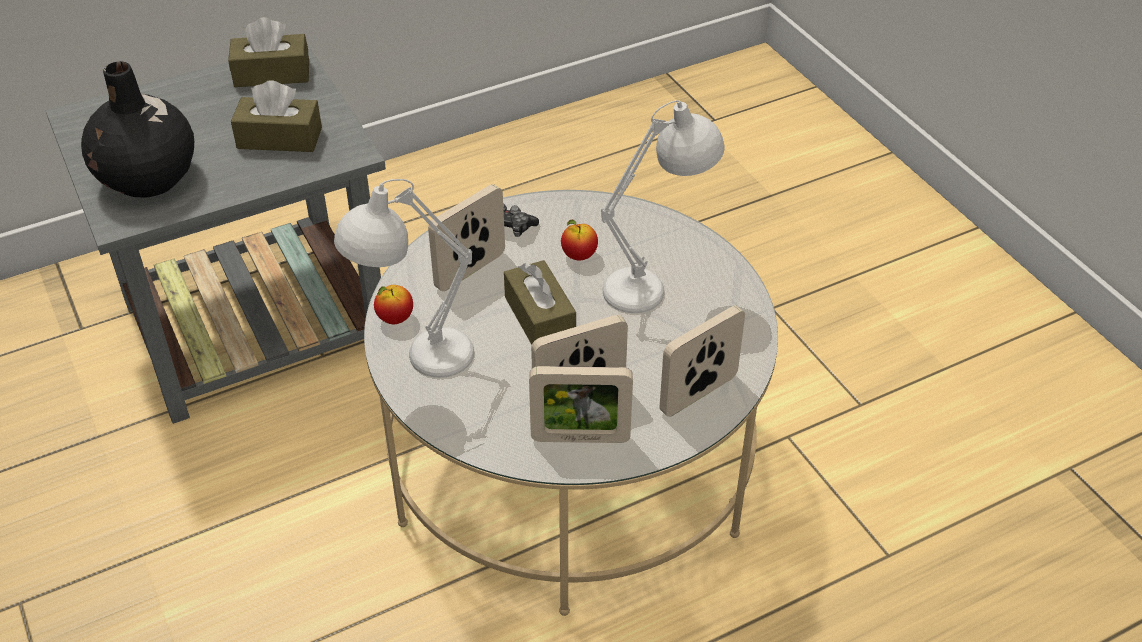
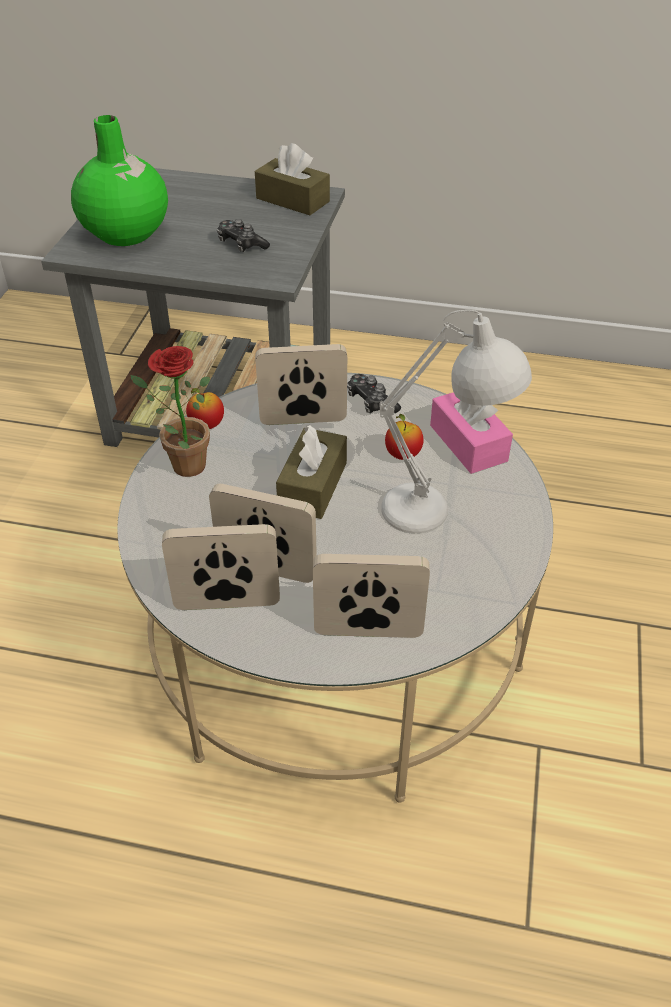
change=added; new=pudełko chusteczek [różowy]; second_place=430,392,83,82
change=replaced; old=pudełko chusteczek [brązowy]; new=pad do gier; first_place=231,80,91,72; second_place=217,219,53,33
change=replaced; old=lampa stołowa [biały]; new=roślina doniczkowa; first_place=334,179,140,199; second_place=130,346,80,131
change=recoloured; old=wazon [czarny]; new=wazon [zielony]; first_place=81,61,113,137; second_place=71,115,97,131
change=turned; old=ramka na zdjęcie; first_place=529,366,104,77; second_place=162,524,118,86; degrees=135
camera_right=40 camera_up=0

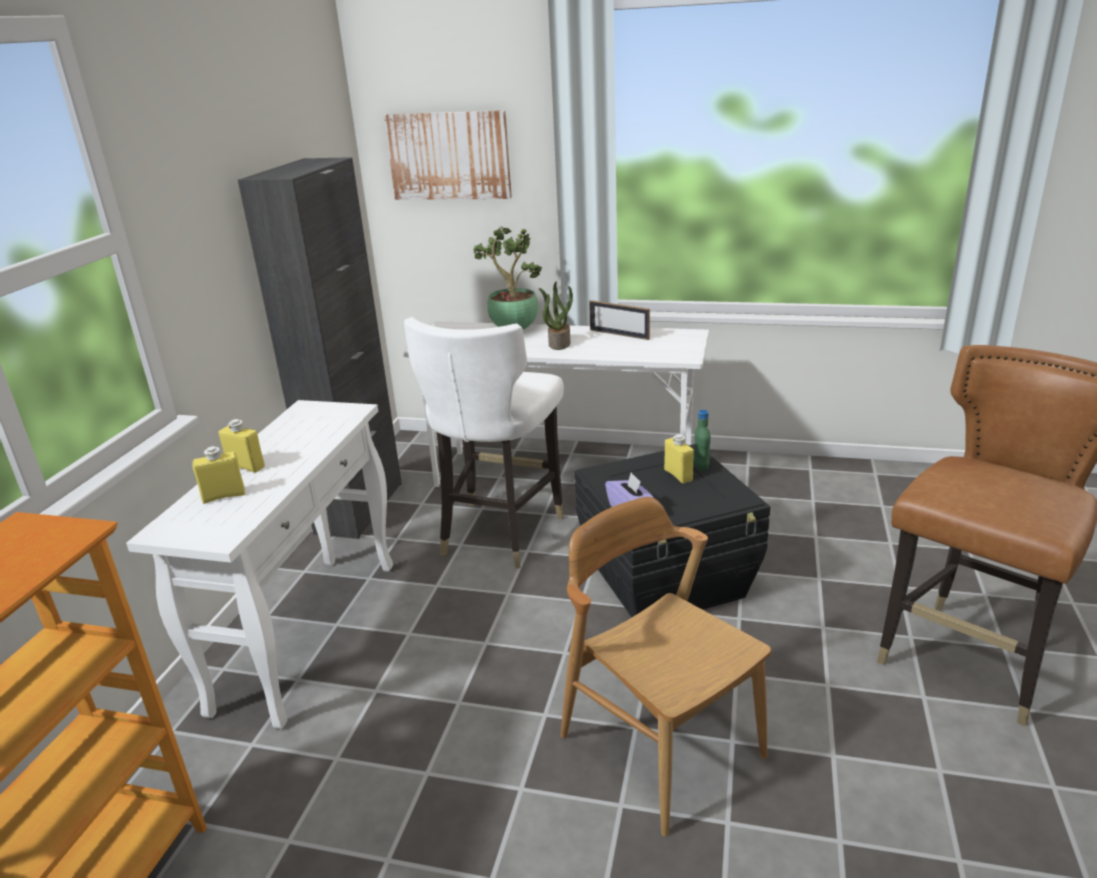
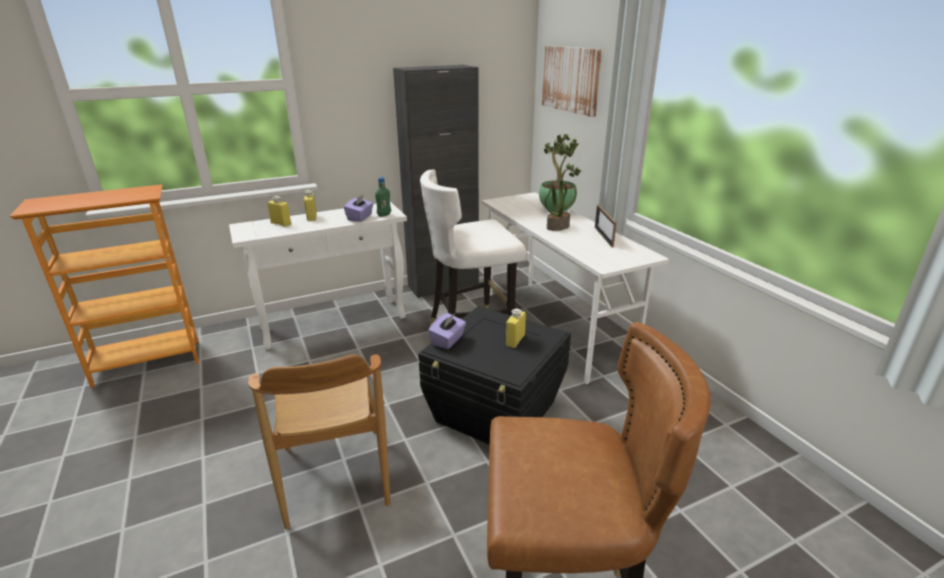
change=added; new=pudełko chusteczek [fioletowy]; second_place=344,194,29,28
change=moved; old=butelka [zielony]; first_place=694,410,17,61; second_place=375,177,16,40
change=turned; old=krzesło [brązowy]; first_place=560,497,211,339; second_place=248,354,143,176; degrees=150
camera_right=50 camera_up=0

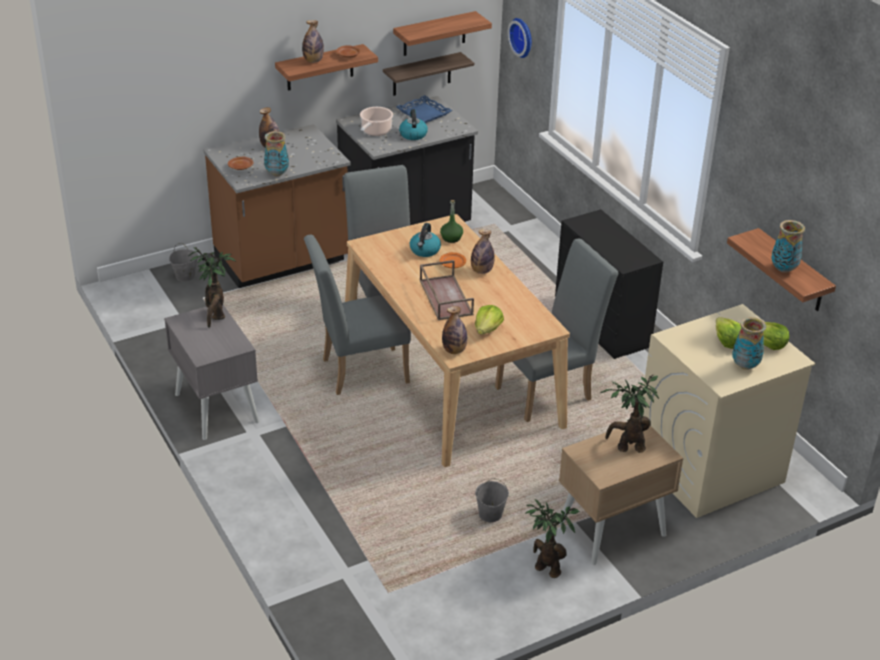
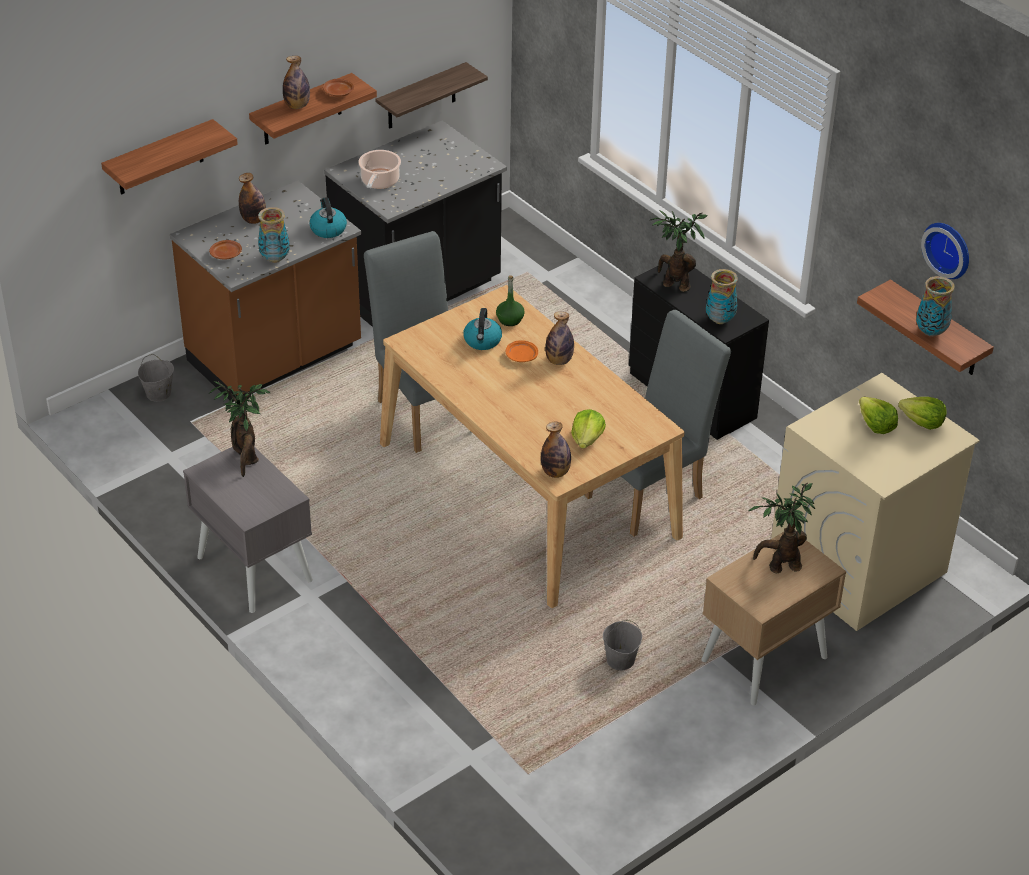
change=removed; old=krzesło [szary]; first_place=304,235,107,160
change=removed; old=taca [niebieski]; first_place=396,95,56,28
change=removed; old=taca [brązowy]; first_place=420,260,54,60
change=moved; old=półka; first_place=393,11,99,45; second_place=101,119,137,76
change=moved; old=czajnik; first_place=399,109,29,31; second_place=309,197,38,41
change=moved; old=zegar ścienny; first_place=508,18,24,40; second_place=921,223,48,56
change=moved; old=roślina doniczkowa; first_place=525,499,55,79; second_place=650,210,58,82
change=moved; old=wazon; first_place=732,317,34,53; second_place=706,269,32,55
camera_right=-10 camera_up=5

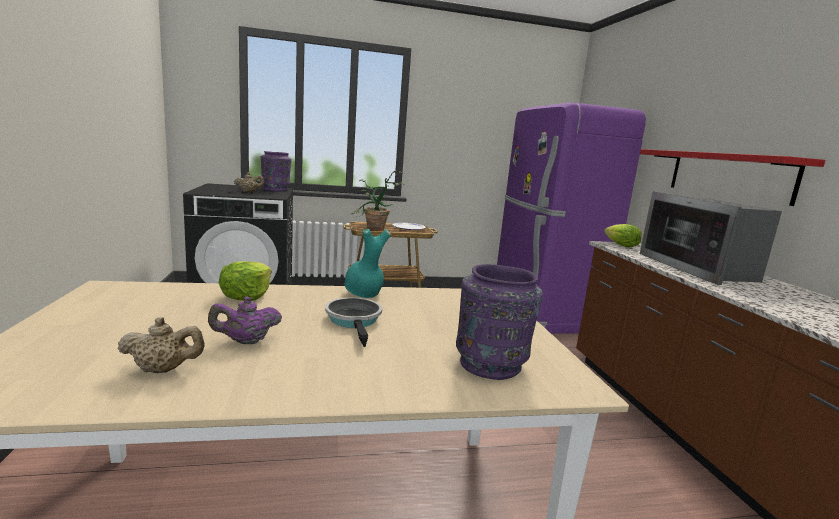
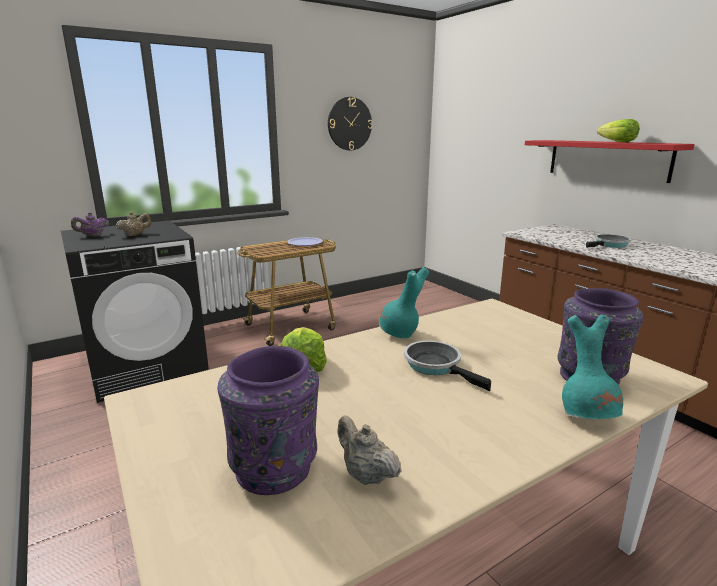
change=removed; old=roślina doniczkowa; first_place=351,171,53,60
change=removed; old=lodówka [fioletowy]; first_place=497,103,149,231
change=added; new=zegar ścienny; second_place=328,97,44,53
change=added; new=wazon [turkusowy]; second_place=562,314,61,105
change=moved; old=imbryk [fioletowy]; first_place=208,297,74,47; second_place=71,212,38,24
change=moved; old=wazon [fioletowy]; first_place=261,151,31,40; second_place=217,346,102,149
change=moved; old=sałata; first_place=604,224,38,23; second_place=597,119,43,23
change=replaced; old=mikrofalówka; new=patelnia; first_place=640,191,142,94; second_place=586,234,45,14
change=turned; old=imbryk [beżowy]; first_place=118,317,87,56; second_place=337,415,65,70; degrees=-105
camera_right=-20 camera_up=5

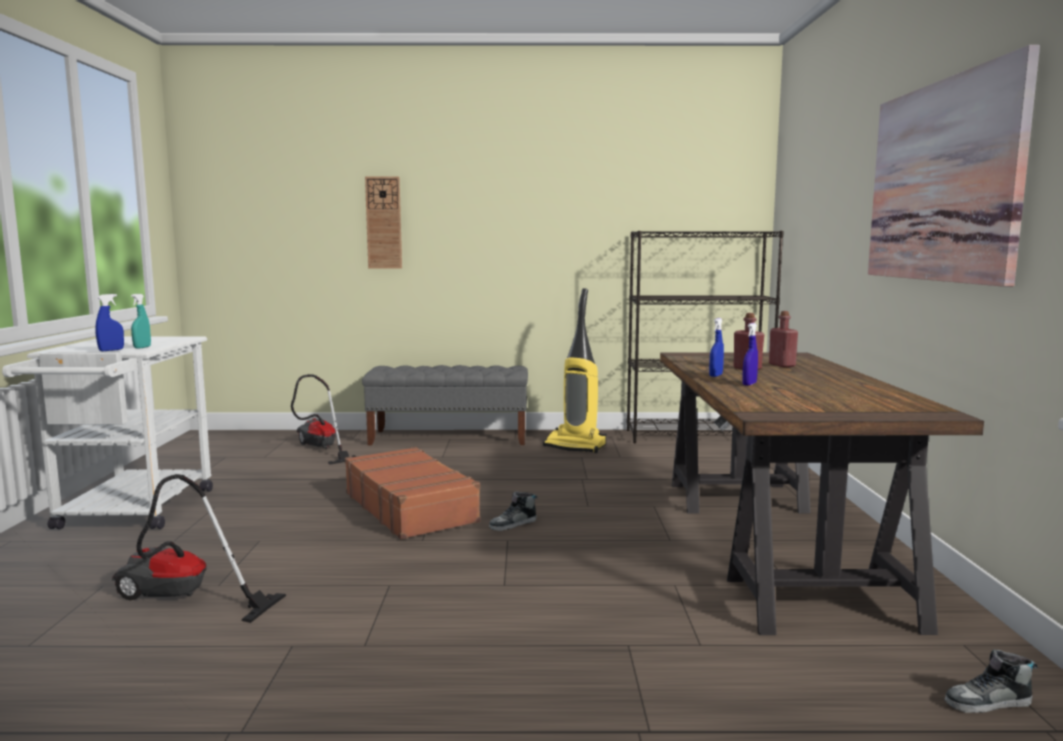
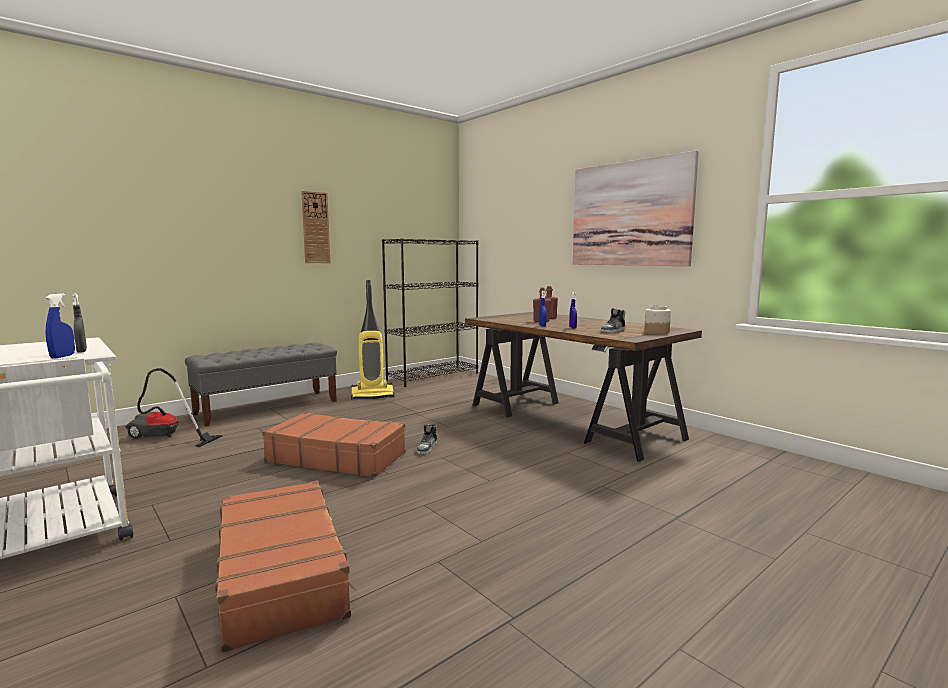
change=added; new=słoik; second_place=644,305,27,29
change=moved; old=zegar ścienny; first_place=365,177,37,92; second_place=301,191,30,72
change=moved; old=but; first_place=944,650,94,63; second_place=601,308,24,25
change=replaced; old=odkurzacz; new=walizka [brązowy]; first_place=112,474,174,149; second_place=215,481,142,172
change=recoloured; old=spryskiwacz [turkusowy]; new=spryskiwacz [szary]; first_place=131,294,20,54; second_place=72,293,15,60
camera_right=-40 camera_up=0

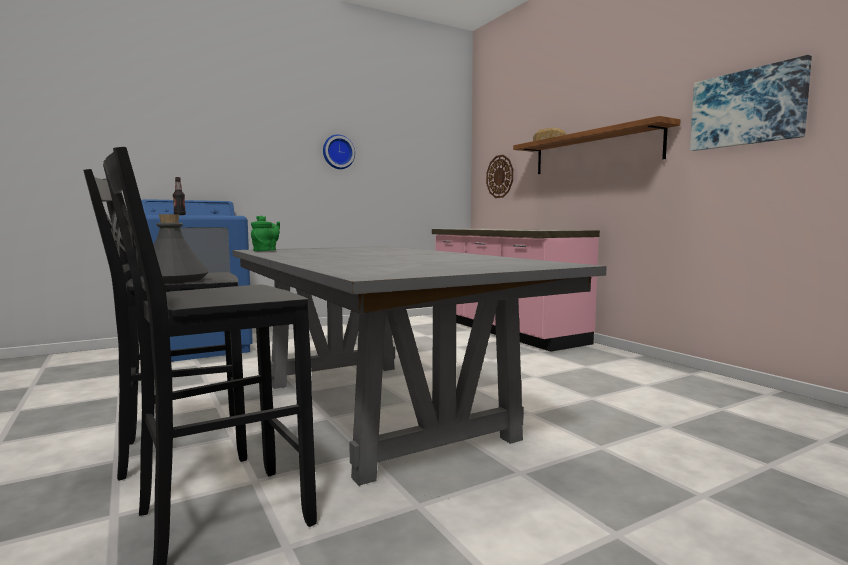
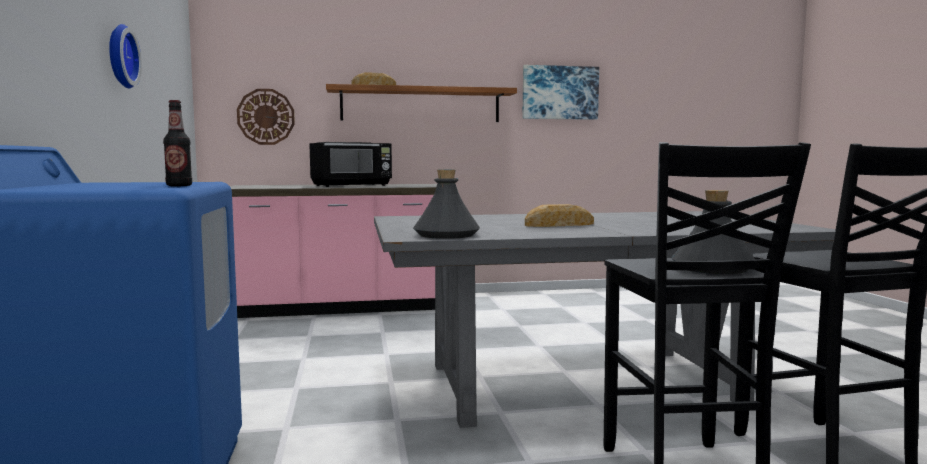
change=added; new=mikrofalówka [czarny]; second_place=309,142,83,45
change=added; new=chleb; second_place=525,204,69,23
change=replaced; old=imbryk [zielony]; new=butelka [szary]; first_place=251,215,29,36; second_place=413,170,67,69
camera_right=-70 camera_up=0

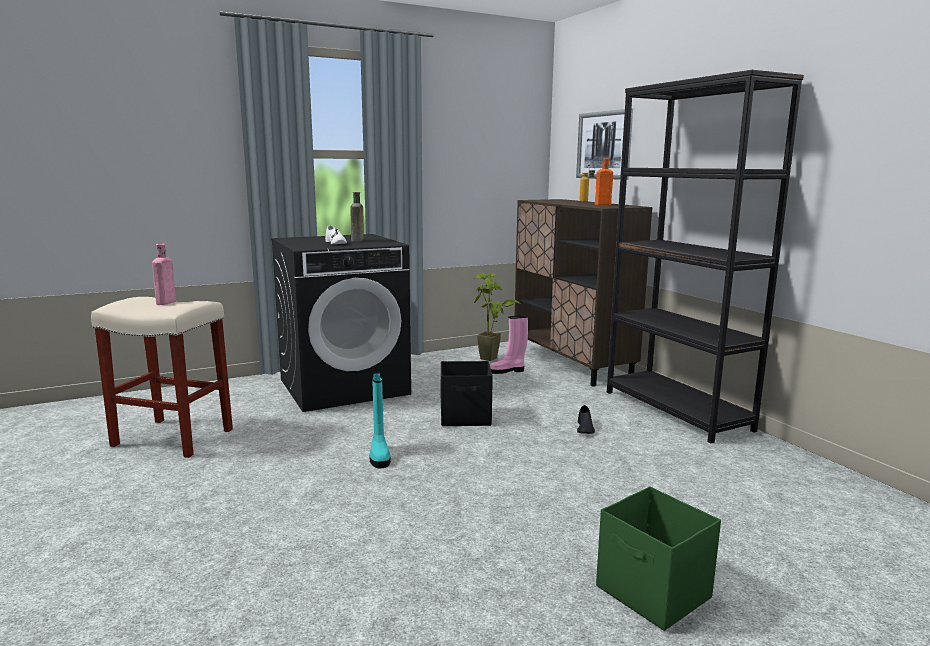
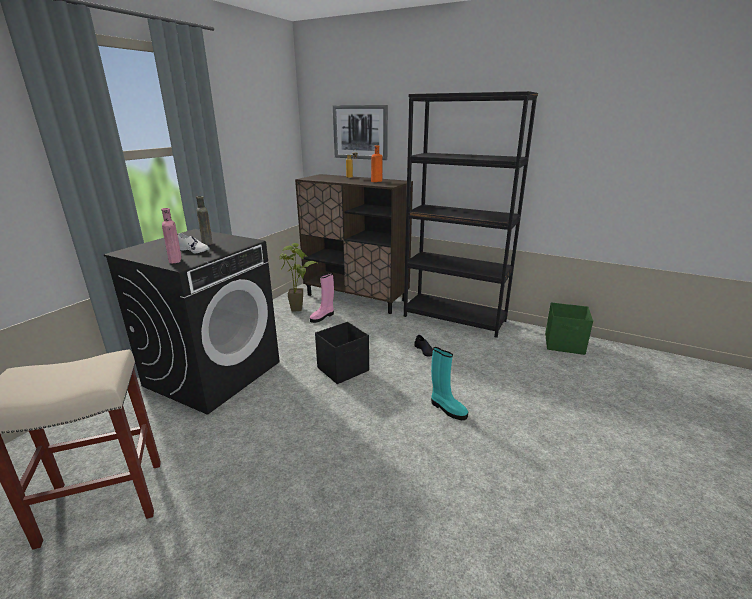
change=moved; old=butelka [różowy]; first_place=152,244,24,61; second_place=161,208,21,55
change=moved; old=but z cholewką [turkusowy]; first_place=369,372,22,96; second_place=431,347,37,73
change=moved; old=pojemnik do przechowywania [zielony]; first_place=596,486,125,145; second_place=545,302,48,53
camera_right=-35 camera_up=10

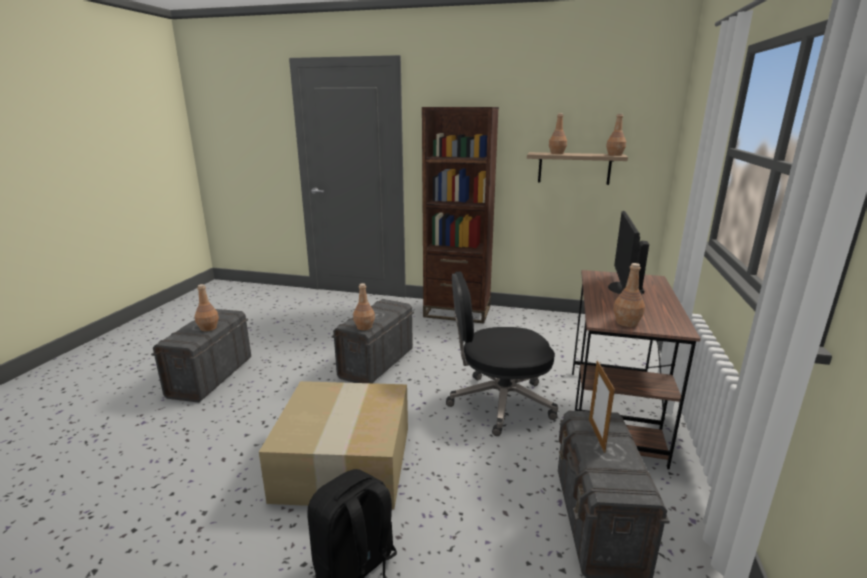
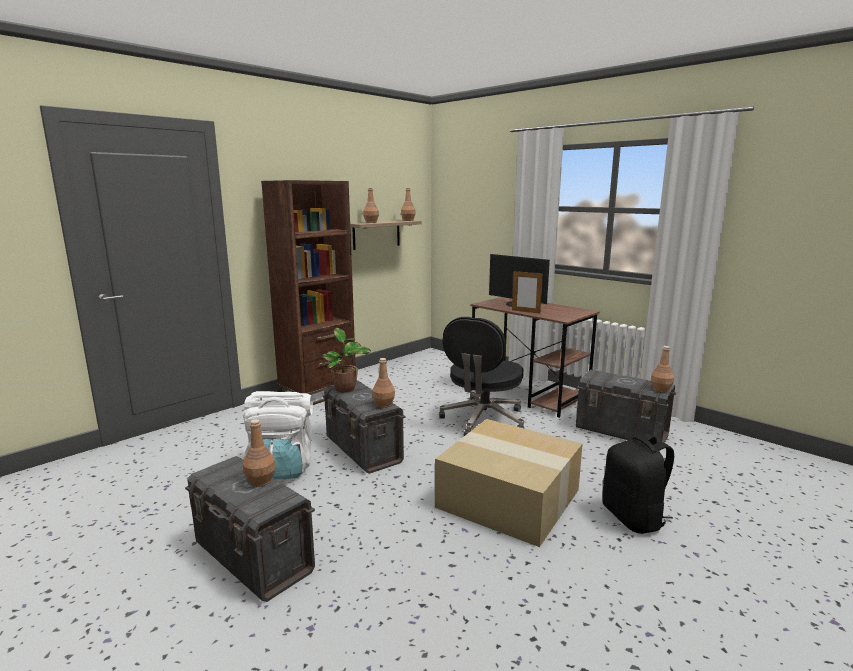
change=added; new=plecak [biały]; second_place=242,391,71,88
change=added; new=roślina doniczkowa; second_place=322,328,49,64
change=moved; old=ramka na zdjęcie; first_place=589,360,26,93; second_place=512,271,31,43
change=moved; old=butelka [brązowy]; first_place=613,263,32,64; second_place=651,346,23,46
camera_right=-60 camera_up=-5

